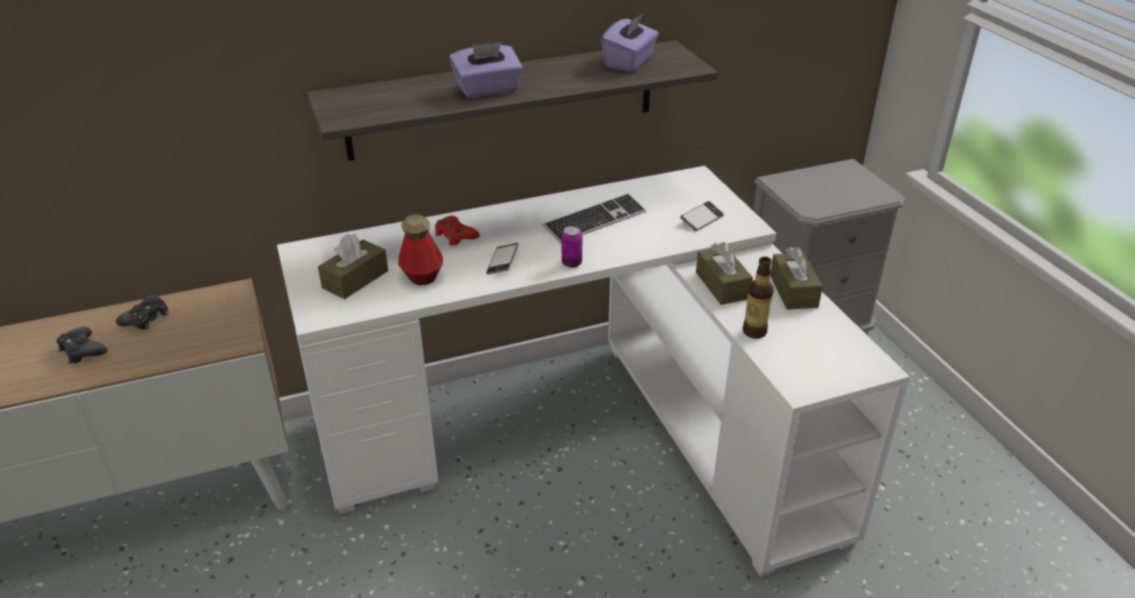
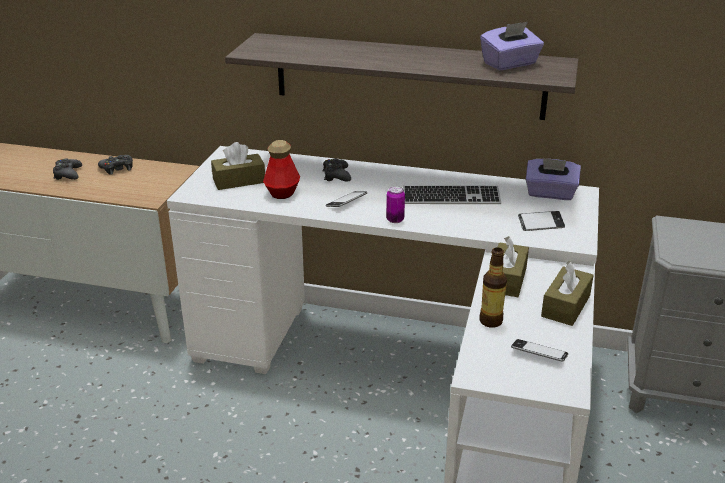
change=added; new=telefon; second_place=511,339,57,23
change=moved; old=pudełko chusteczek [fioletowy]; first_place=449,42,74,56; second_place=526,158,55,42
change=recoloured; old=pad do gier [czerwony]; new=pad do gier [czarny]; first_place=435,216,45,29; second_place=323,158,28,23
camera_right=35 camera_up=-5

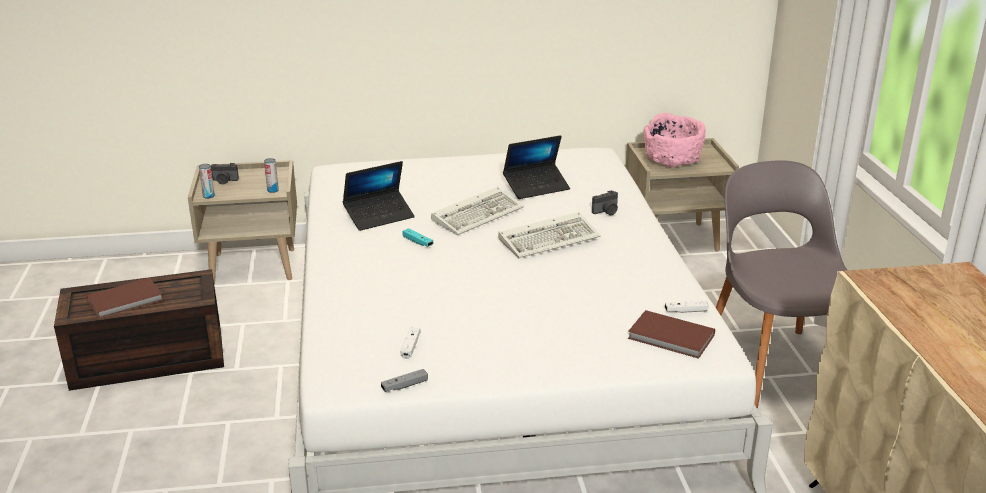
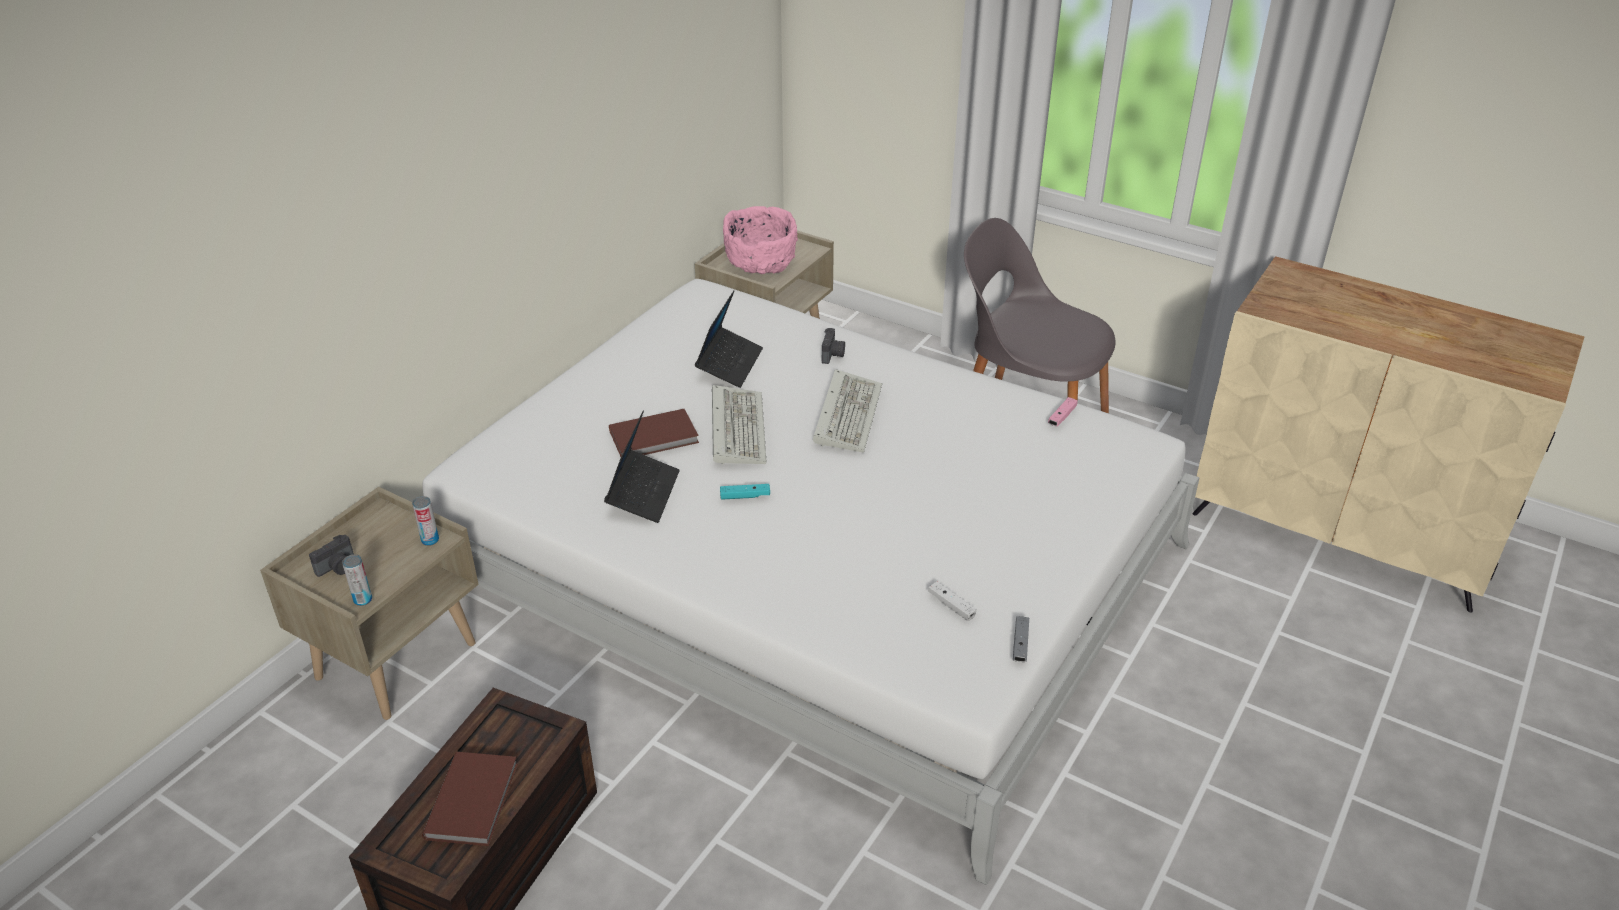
change=moved; old=książka [brązowy]; first_place=628,310,87,49; second_place=609,409,90,48
change=recoloured; old=pad do gier [biały]; new=pad do gier [różowy]; first_place=665,300,44,13; second_place=1048,397,30,29
camera_right=-50 camera_up=10

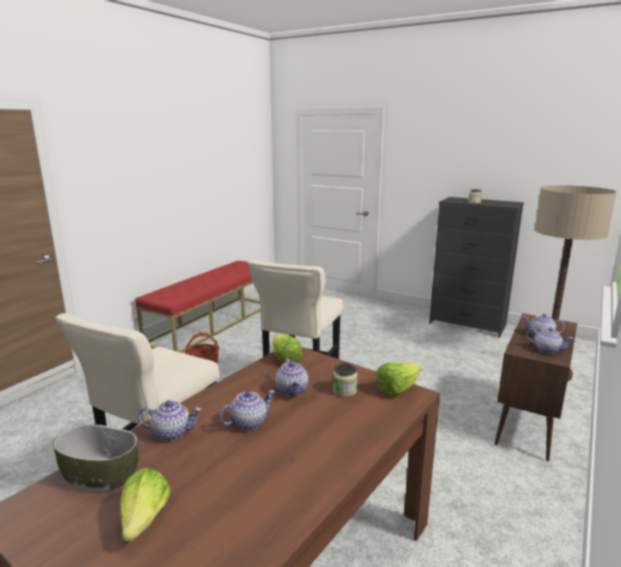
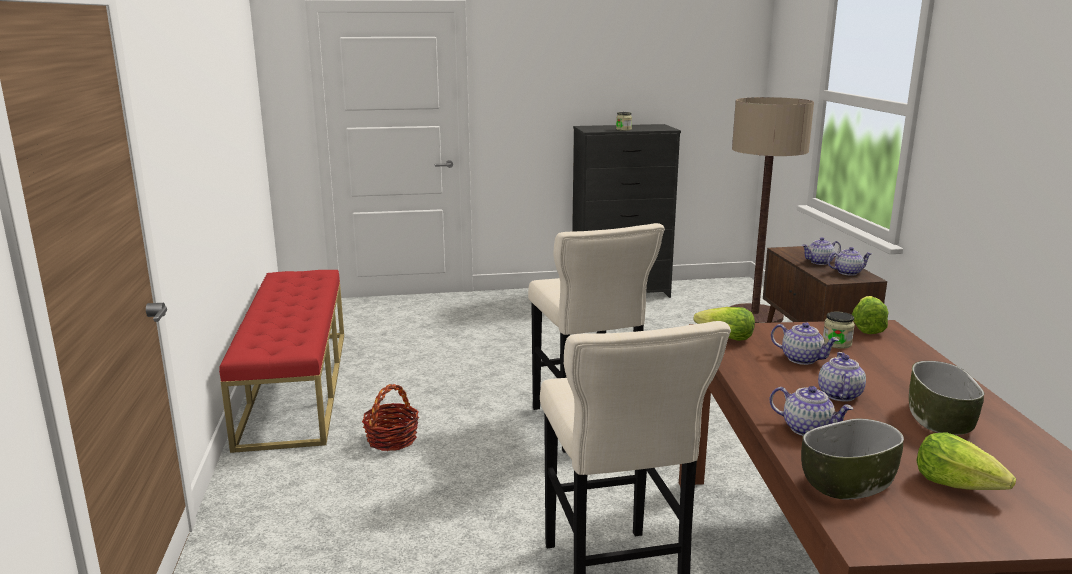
change=added; new=miska; second_place=909,361,76,74
change=turned; old=imbryk; first_place=138,400,64,41; second_place=769,386,85,50; degrees=75
camera_right=-40 camera_up=0

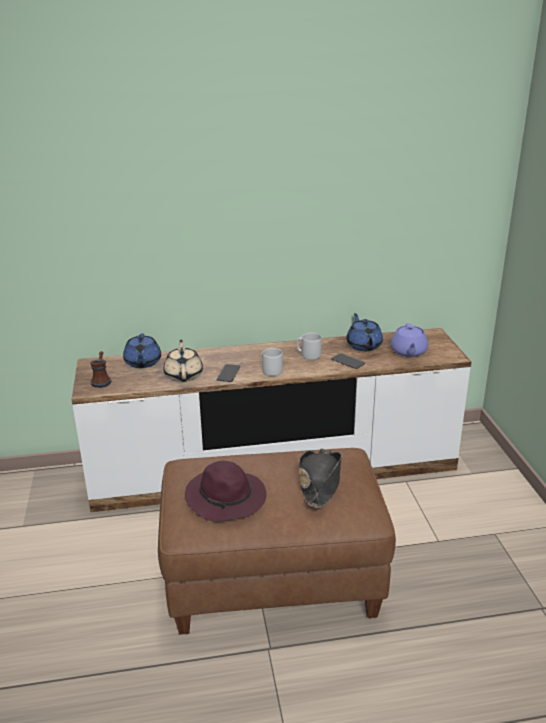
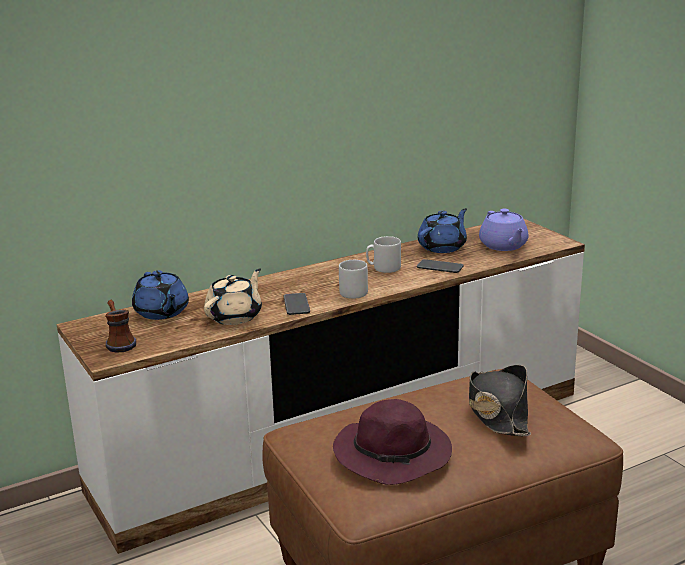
change=turned; old=imbryk [beżowy]; first_place=164,340,39,42; second_place=204,269,58,56; degrees=60
change=turned; old=imbryk [niebieski]; first_place=346,313,37,38; second_place=418,208,49,45; degrees=75
camera_right=-20 camera_up=-5

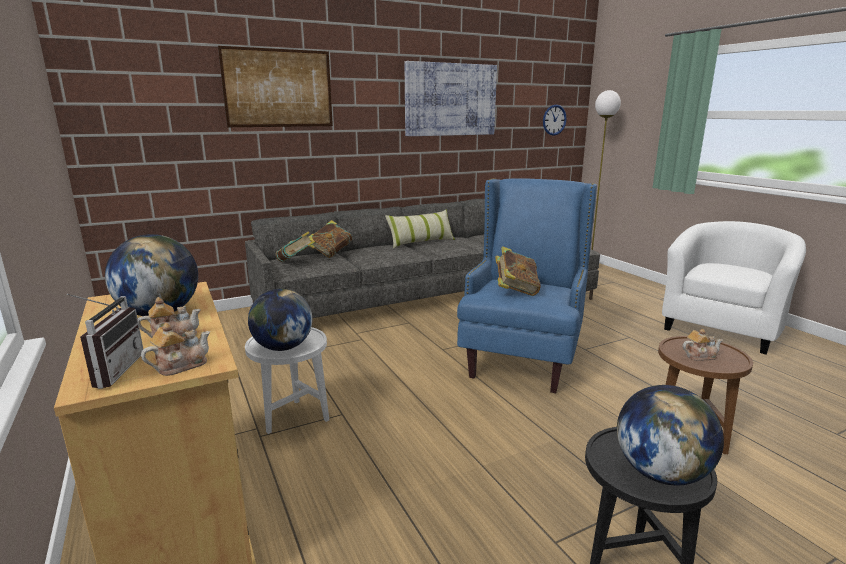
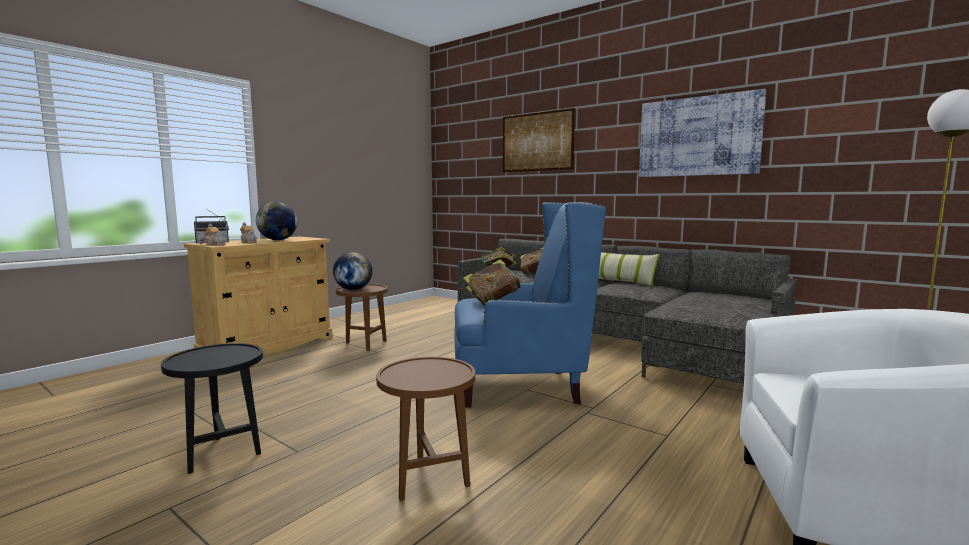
change=removed; old=zegar ścienny; first_place=543,105,24,31
change=removed; old=globus; first_place=617,385,107,101
change=removed; old=imbryk; first_place=682,329,41,32
change=recoloured; old=stolik [biały]; new=stolik [brązowy]; first_place=245,327,84,107; second_place=336,284,52,67
camera_right=65 camera_up=-10

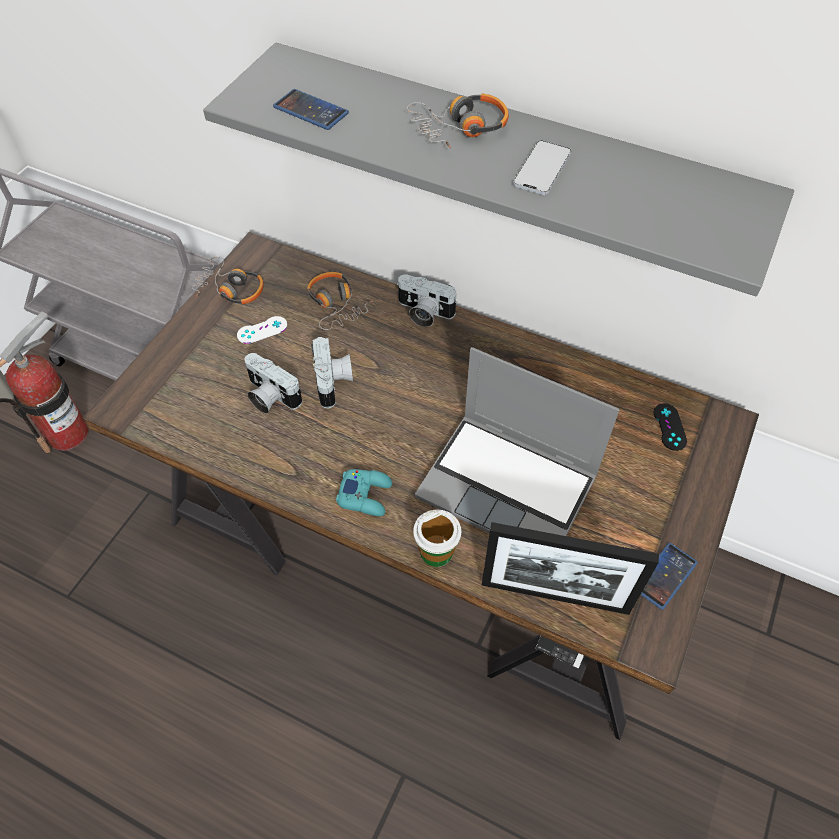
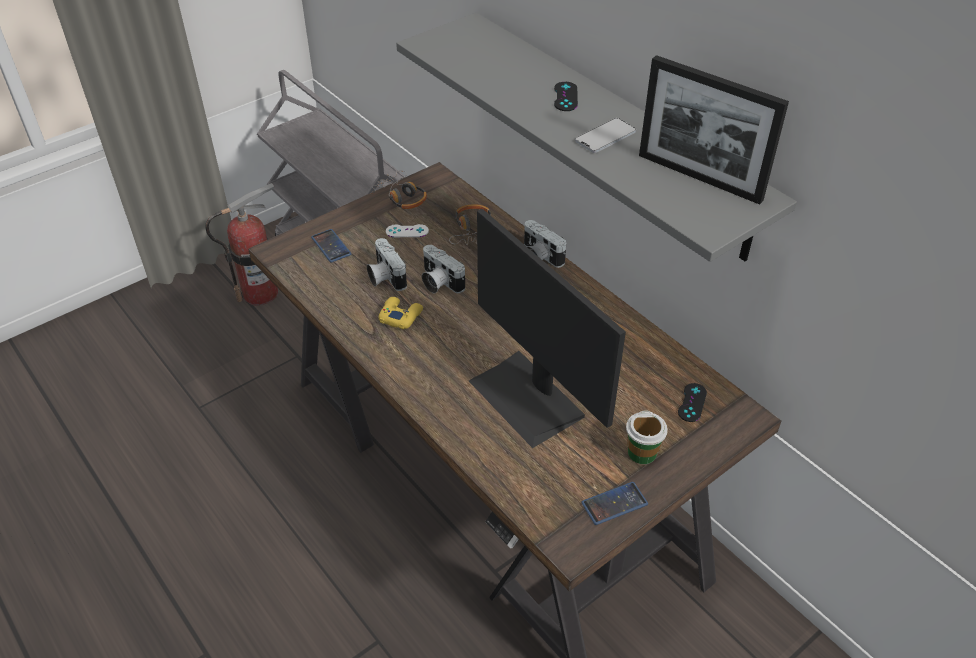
change=removed; old=pad do gier [turkusowy]; first_place=336,469,56,47
change=added; new=pad do gier [żółty]; second_place=379,297,44,32
change=moved; old=telefon; first_place=273,89,76,41; second_place=311,229,41,34
change=moved; old=filiżanka; first_place=413,510,49,57; second_place=626,410,42,54
change=moved; old=ramka na zdjęcie; first_place=482,522,177,93; second_place=639,55,150,149
change=replaced; old=słuchawki; new=pad do gier [czarny]; first_place=407,94,102,54; second_place=554,82,24,29
change=replaced; old=laptop; new=monitor; first_place=415,347,204,189; second_place=469,209,157,239
change=turned; old=aparat fotograficzny; first_place=311,337,42,71; second_place=422,245,43,49; degrees=120
camera_right=25 camera_up=-10

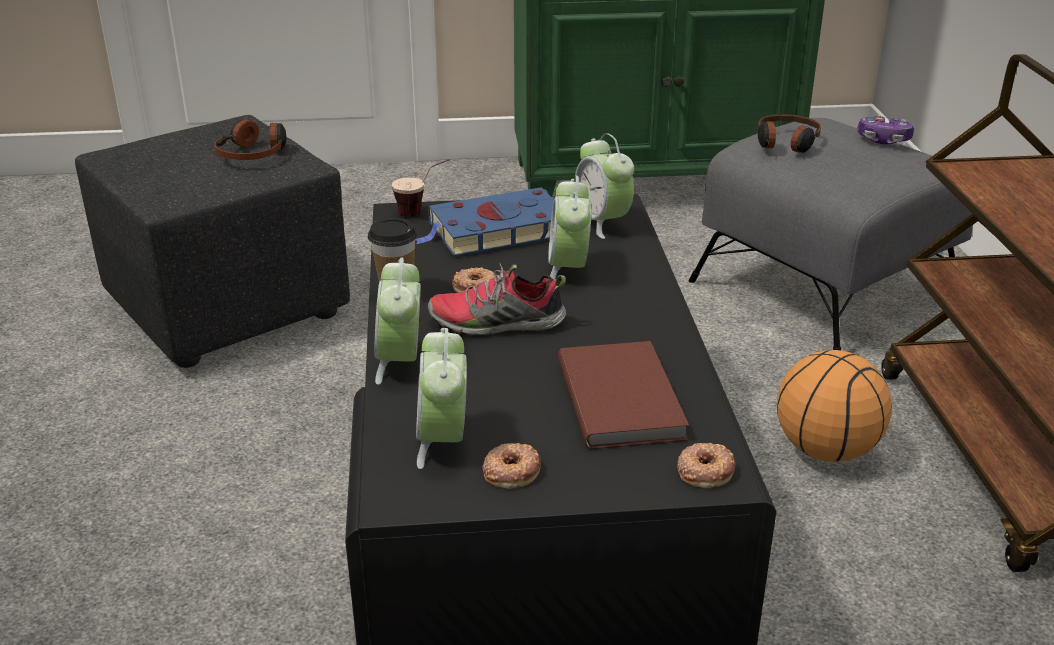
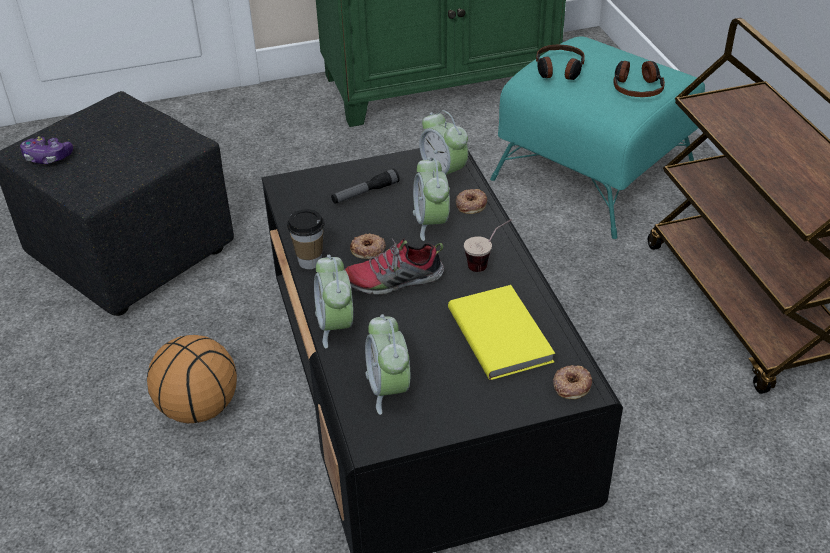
change=moved; old=słuchawki; first_place=214,120,72,40; second_place=613,61,52,36
change=moved; old=filiżanka; first_place=392,159,58,58; second_place=464,219,48,53
change=moved; old=donut; first_place=482,443,59,46; second_place=456,189,31,25
change=moved; old=piłka do koszykówki; first_place=777,350,115,112; second_place=147,335,90,88
change=moved; old=pad do gier; first_place=857,115,57,29; second_place=20,136,53,28
change=replaced; old=książka [niebieski]; new=latarka; first_place=415,187,139,70; second_place=331,169,68,35
change=recoloured; old=książka [brązowy]; new=książka [żółty]; first_place=558,341,131,108; second_place=448,285,107,95
change=recoloured; old=pufa [szary]; new=pufa [turkusowy]; first_place=688,118,285,232; second_place=490,36,215,203
camera_right=-10 camera_up=10

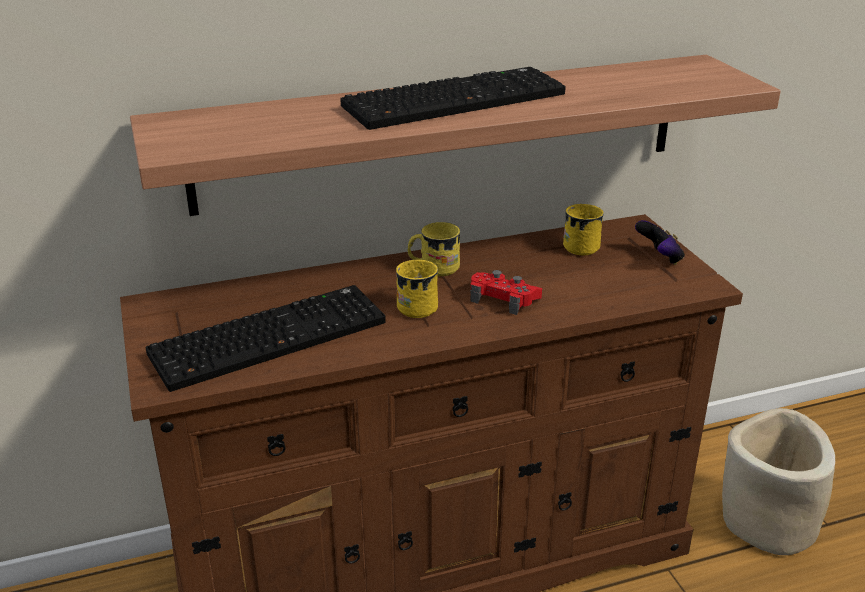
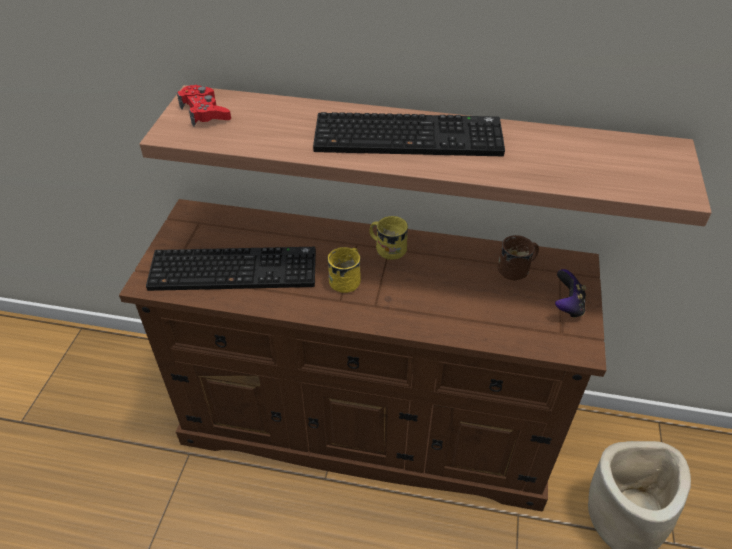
change=moved; old=pad do gier [czerwony]; first_place=470,270,72,45; second_place=177,85,54,41
change=recoloured; old=kubek [żółty]; new=kubek [brązowy]; first_place=563,204,41,51; second_place=498,235,41,46
camera_right=30 camera_up=15

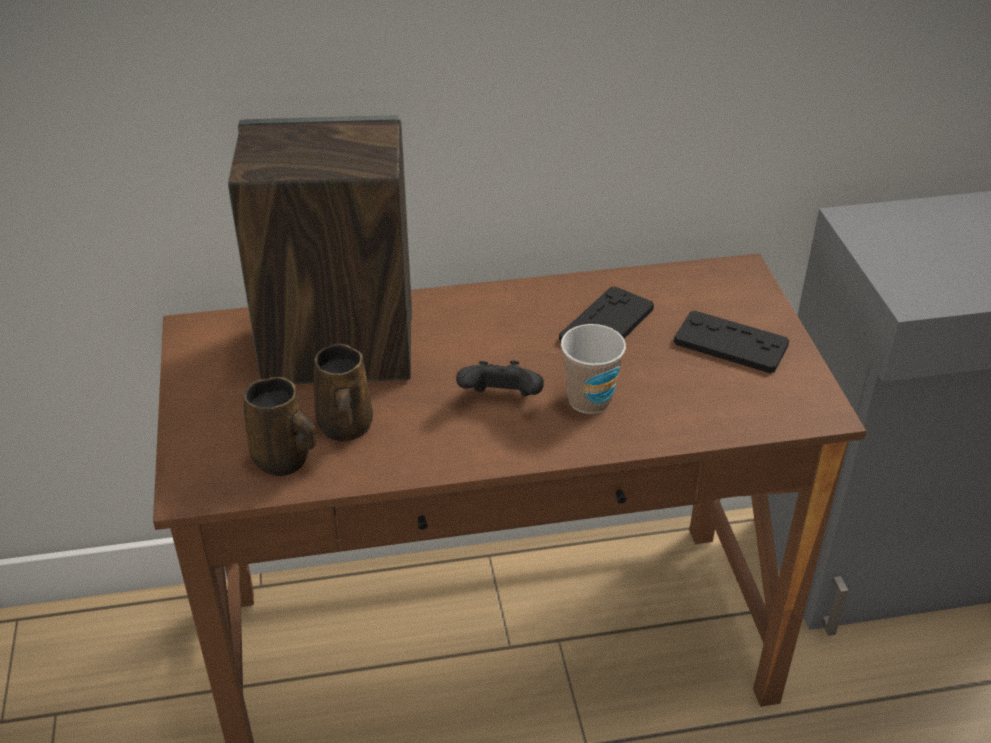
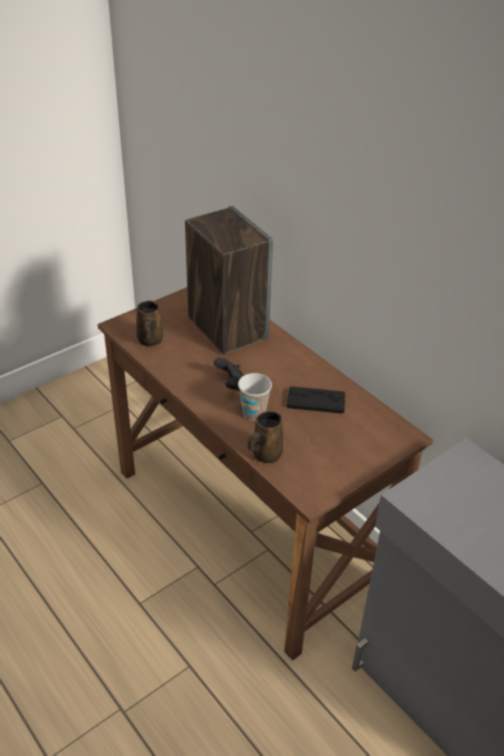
change=removed; old=pad do gier [czarny]; first_place=674,310,115,63
change=moved; old=kubek [brązowy]; first_place=314,344,59,97; second_place=248,411,35,52
camera_right=60 camera_up=0

